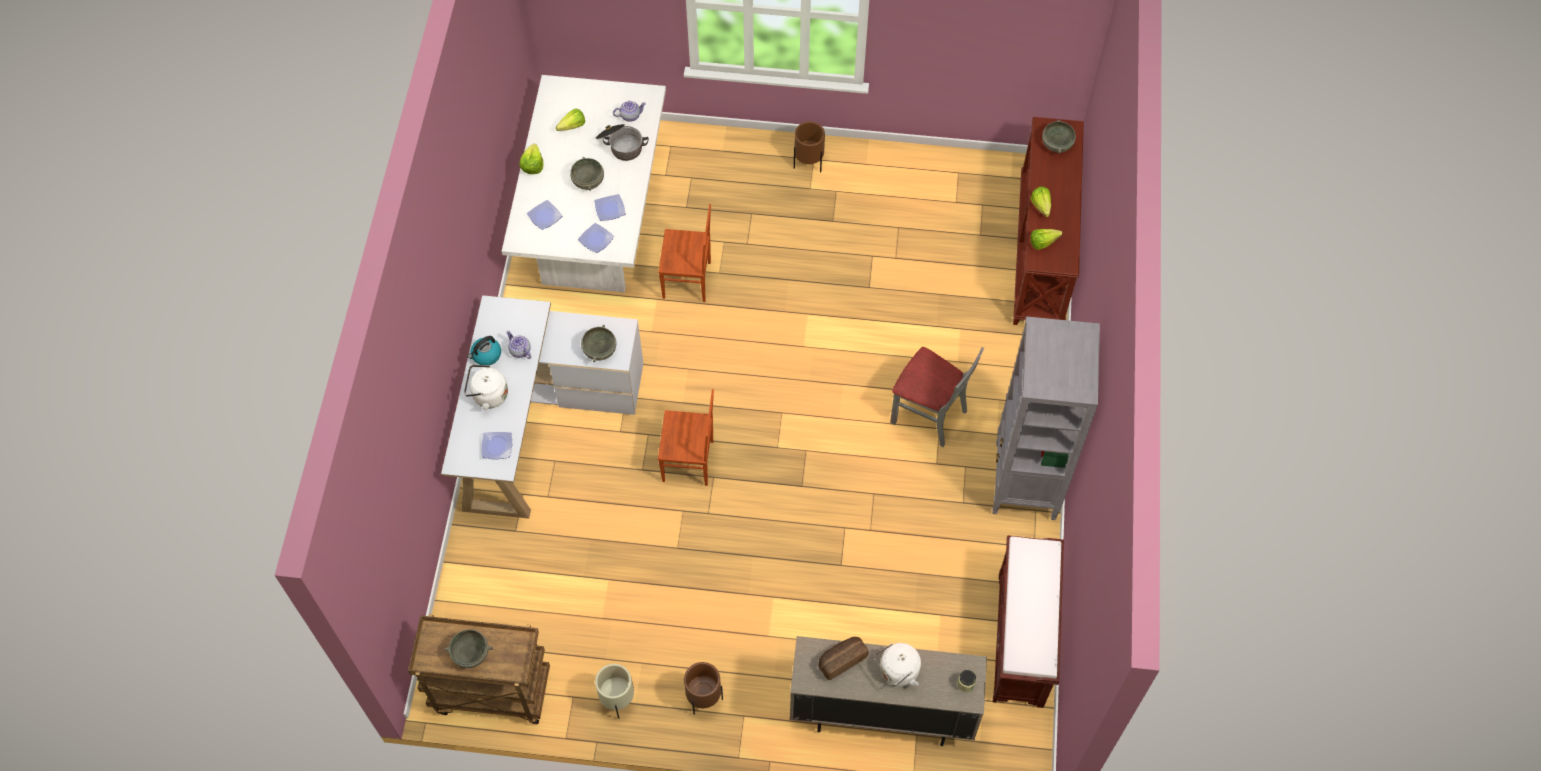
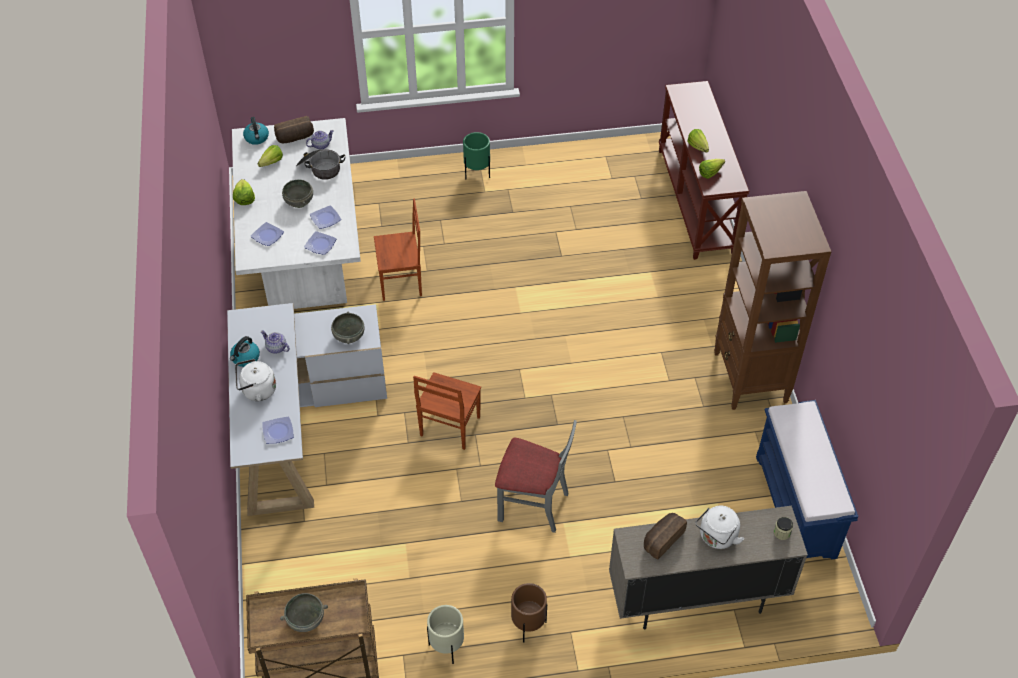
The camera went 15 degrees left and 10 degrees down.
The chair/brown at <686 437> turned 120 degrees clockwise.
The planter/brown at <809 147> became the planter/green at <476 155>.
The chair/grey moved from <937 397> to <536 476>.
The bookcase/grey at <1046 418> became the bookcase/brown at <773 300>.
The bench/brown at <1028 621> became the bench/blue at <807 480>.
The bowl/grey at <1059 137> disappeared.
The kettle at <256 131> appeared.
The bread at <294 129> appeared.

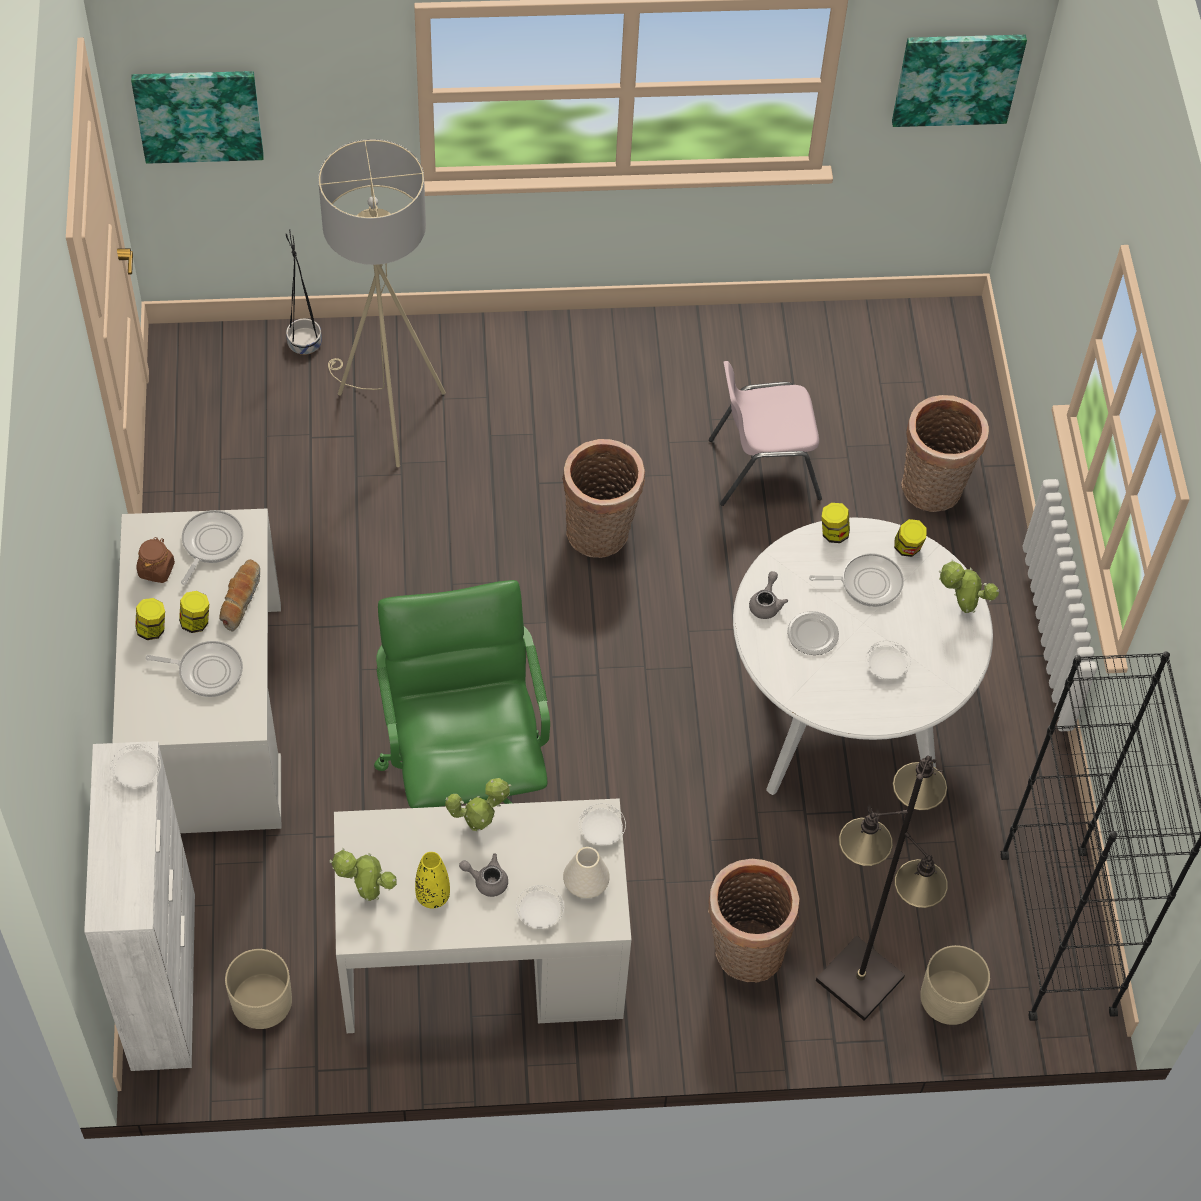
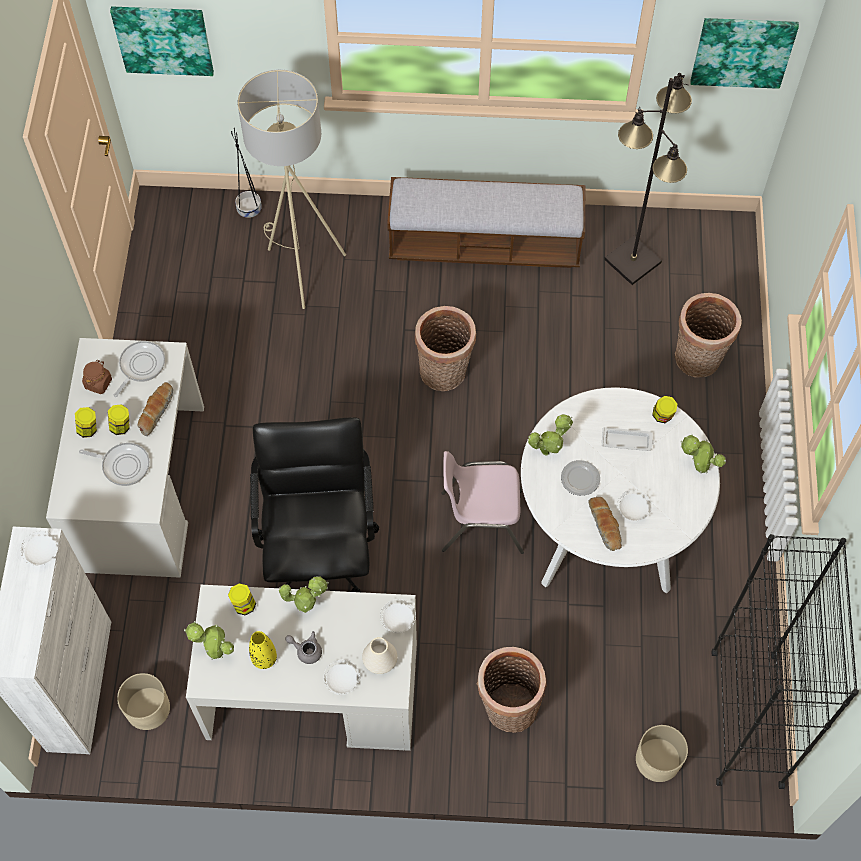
The camera went 10 degrees right and 5 degrees up.
The office chair/green at <462 694> became the office chair/black at <314 504>.
The chair/pink moved from <765 433> to <483 502>.
The teapot/grey at <768 595> was replaced by the potted plant at <550 435>.
The frying pan at <856 580> was replaced by the tray/white at <628 439>.
The floor lamp/black moved from <882 888> to <648 179>.
The jar moved from <836 523> to <242 599>.
The bench at <486 222> appeared.
The bread at <605 523> appeared.

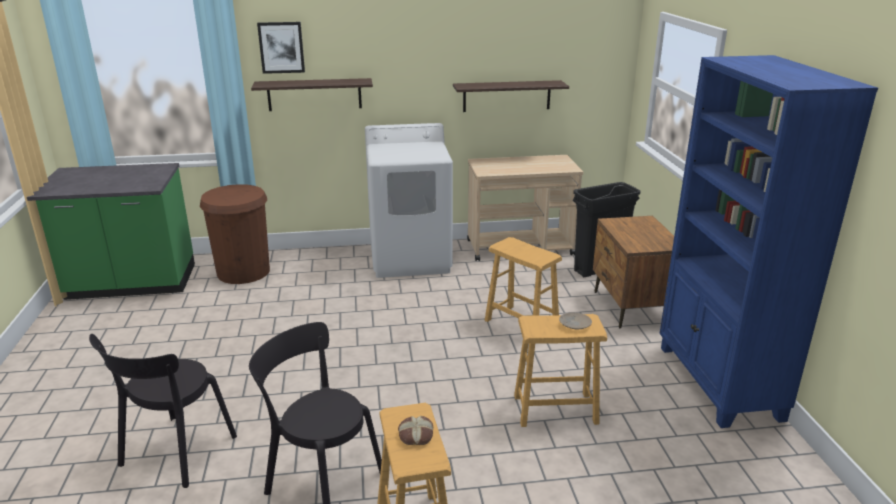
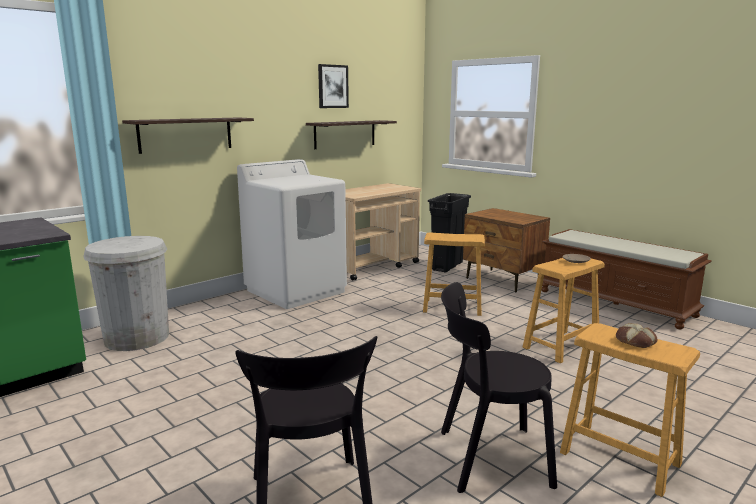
The camera went 35 degrees left and 10 degrees down.
The trash can/brown at <235 234> became the trash can/white at <126 293>.
The picture moved from <281 48> to <333 86>.
The bookcase/blue at <769 241> was replaced by the bench/brown at <627 279>.

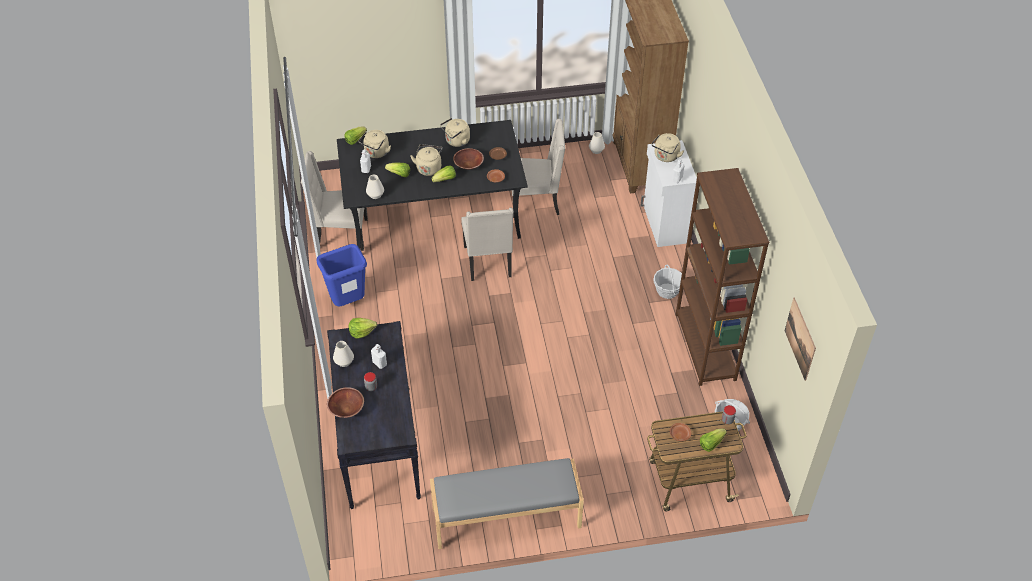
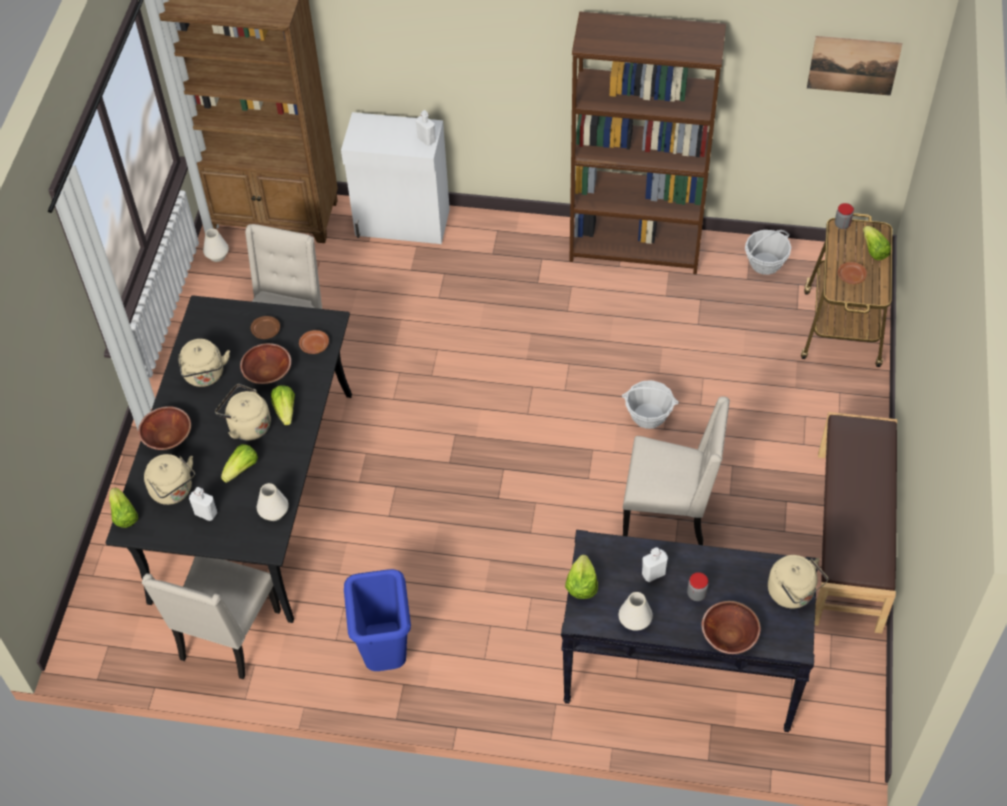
The camera went 70 degrees left and 5 degrees up.
The bench/grey at <507 503> became the bench/brown at <856 522>.
The chair/beige moved from <487 244> to <676 470>.
The kettle/beige moved from <668 147> to <798 582>.
The basket moved from <667 281> to <650 404>.
The bowl/brown at <164 428> appeared.

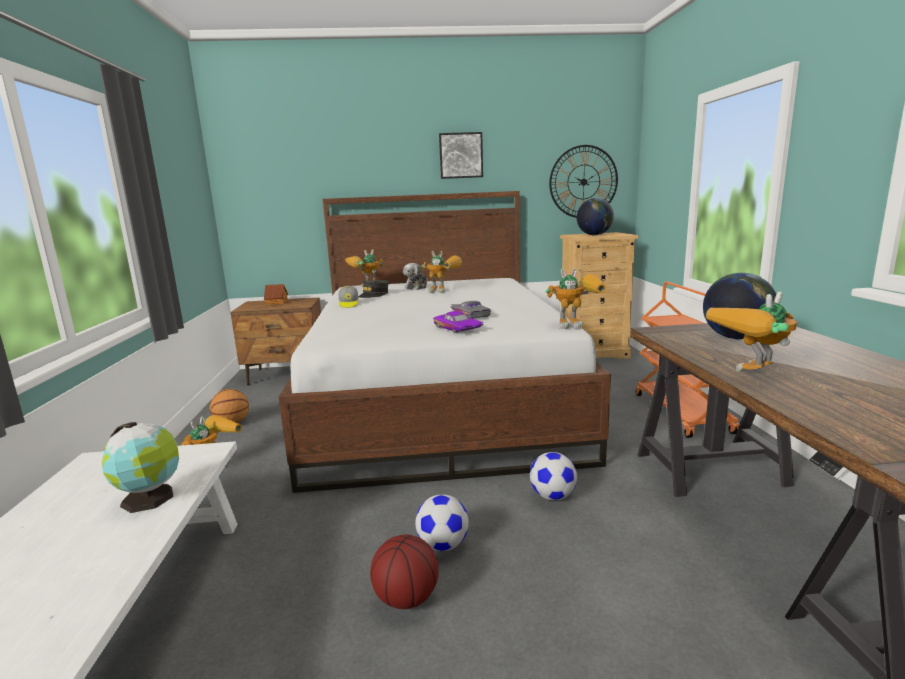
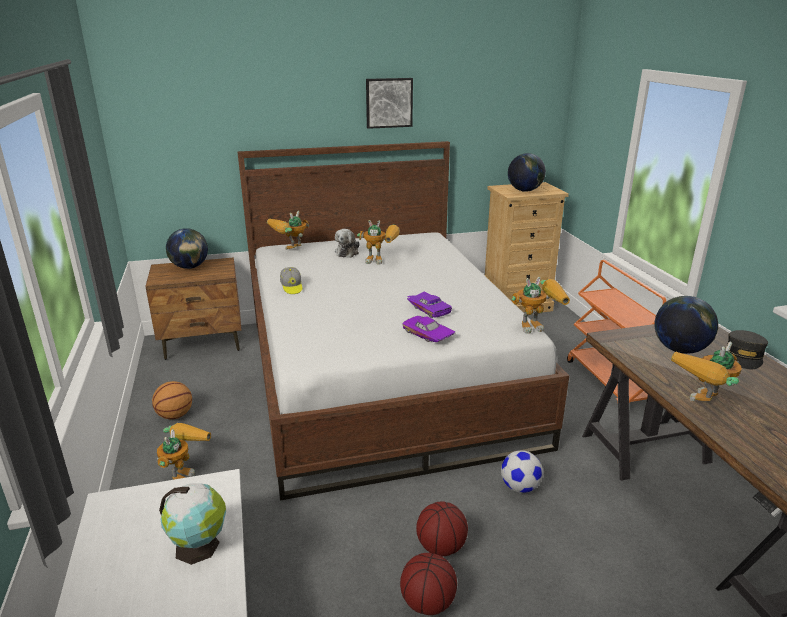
The camera went 10 degrees left and 10 degrees up.
The toy house at <276 294> was replaced by the globe at <187 248>.
The cap/grey moved from <374 289> to <748 349>.
The football at <442 523> was replaced by the basketball at <442 528>.
The toy car/grey at <470 310> became the toy car/purple at <429 305>.
The wall clock at <583 181> disappeared.

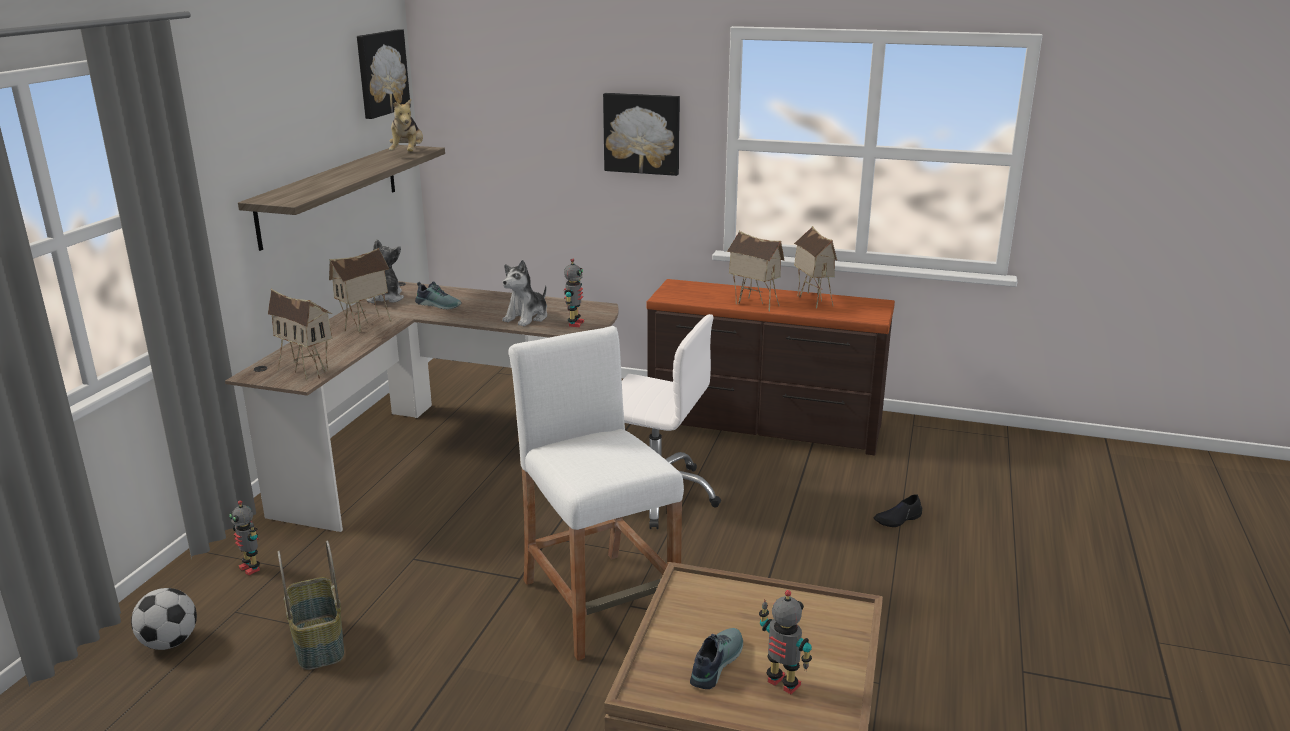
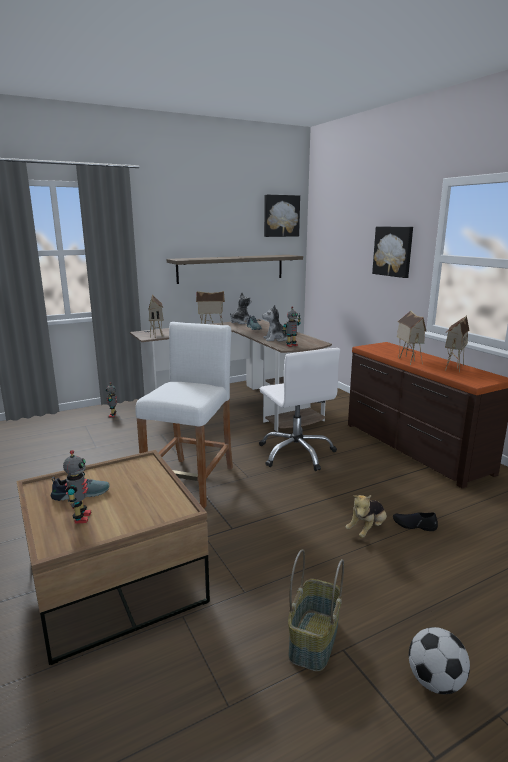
The camera went 45 degrees right and 5 degrees down.
The football moved from <164 619> to <439 660>.
The basket moved from <310 605> to <316 610>.
The plush toy moved from <406 125> to <366 516>.

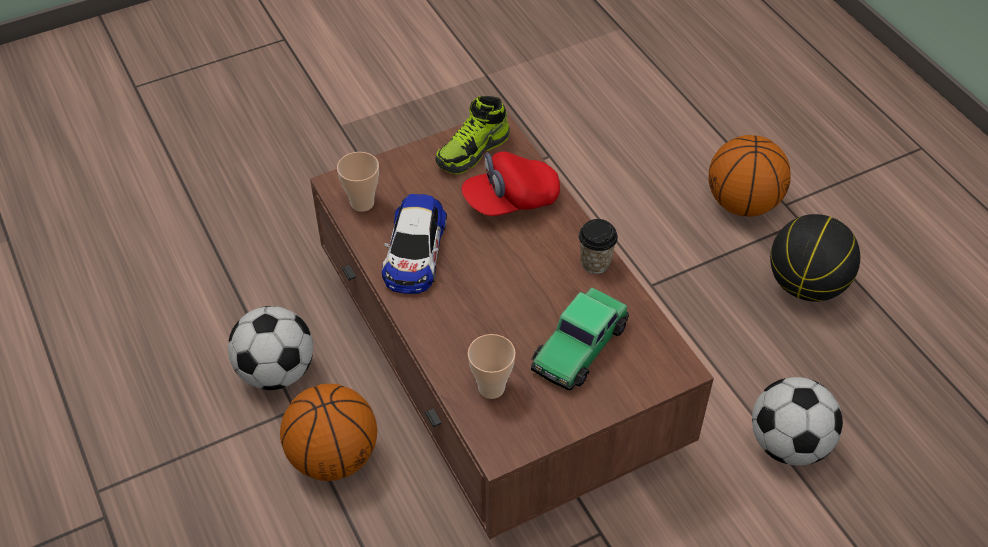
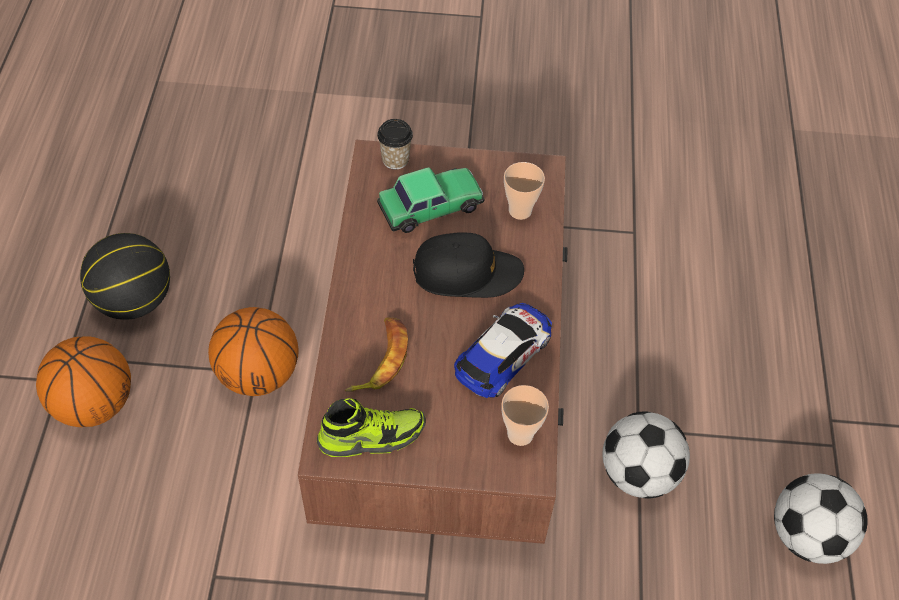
The camera went 150 degrees left and 5 degrees up.
The basketball moved from <328 432> to <253 351>.
The cap/red at <510 183> was replaced by the banana at <376 354>.
The cup moved from <598 246> to <395 144>.
The football moved from <797 421> to <821 518>.
The cap/black at <468 265> appeared.

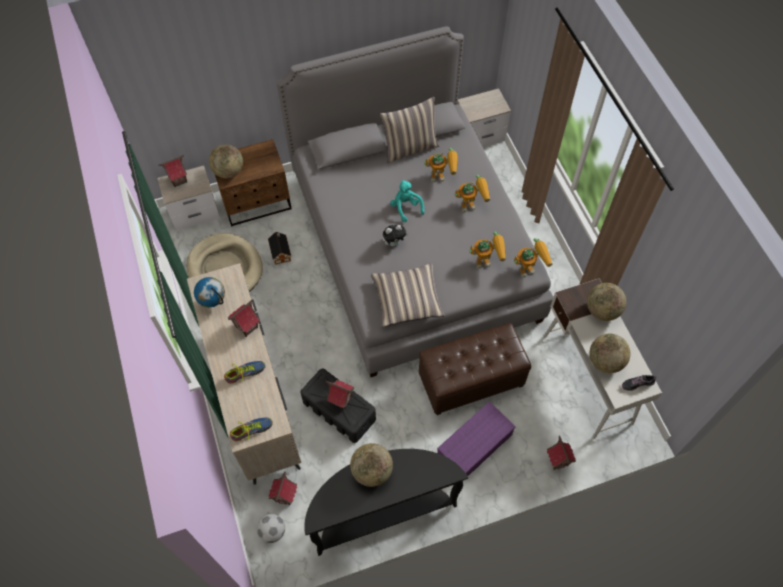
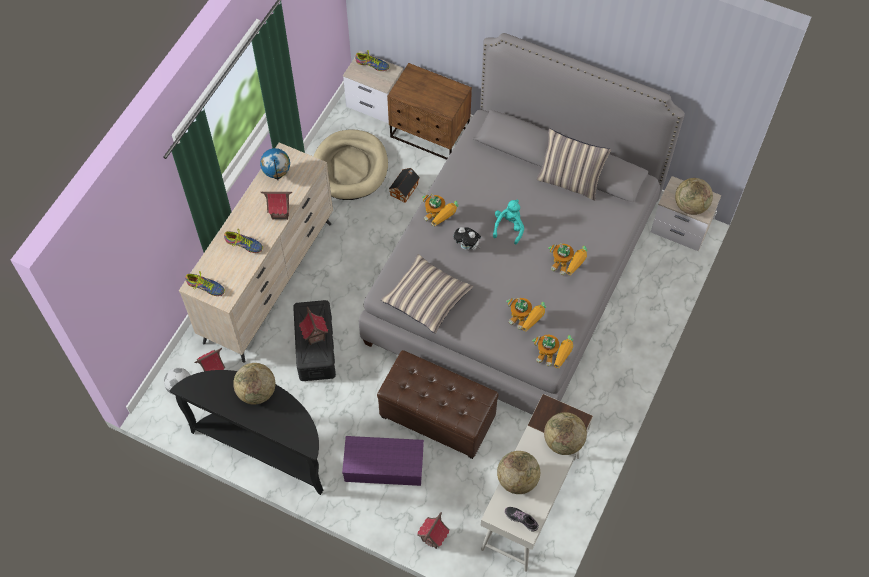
The camera went 45 degrees right and 0 degrees up.
The toy house at <173 171> was replaced by the shoe at <372 60>.
The globe moved from <226 161> to <694 196>.
The toy robot moved from <441 165> to <440 210>.

